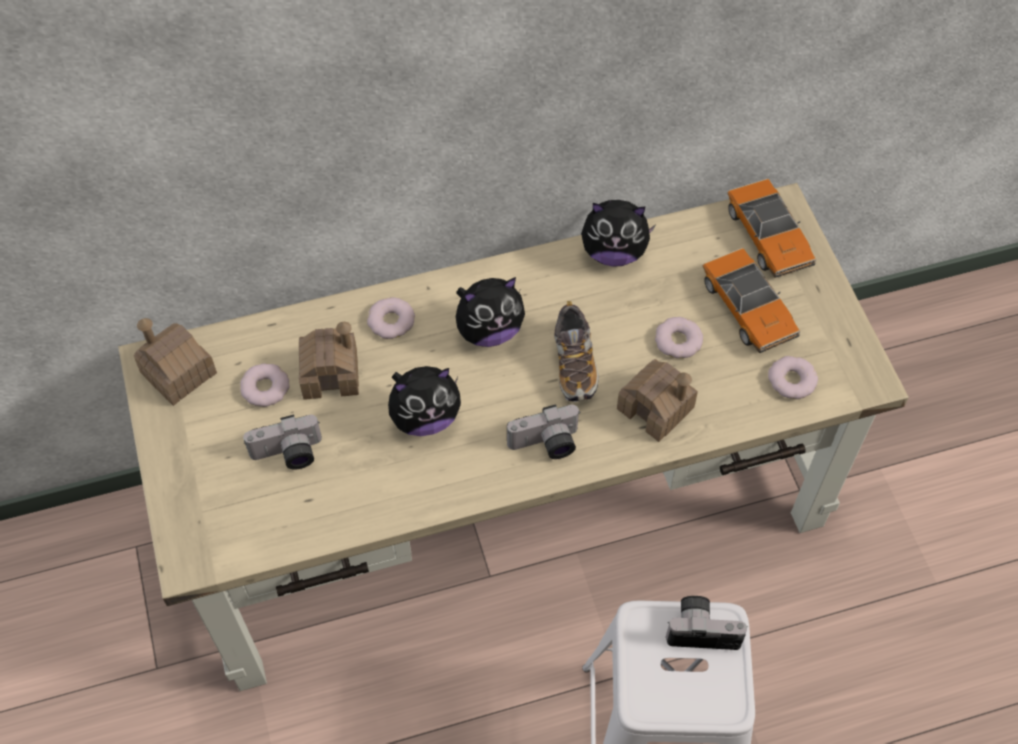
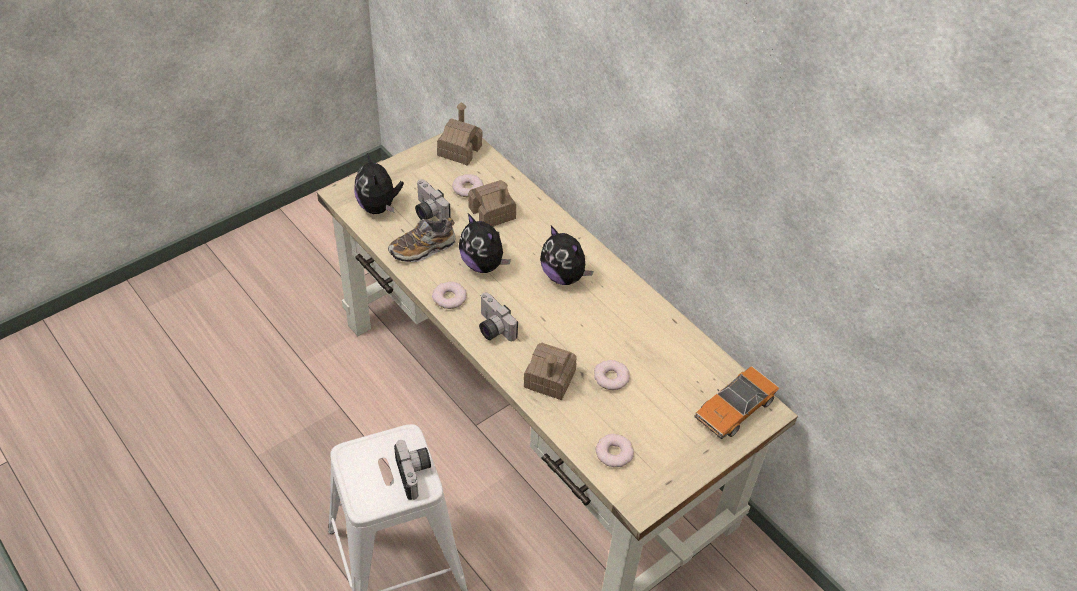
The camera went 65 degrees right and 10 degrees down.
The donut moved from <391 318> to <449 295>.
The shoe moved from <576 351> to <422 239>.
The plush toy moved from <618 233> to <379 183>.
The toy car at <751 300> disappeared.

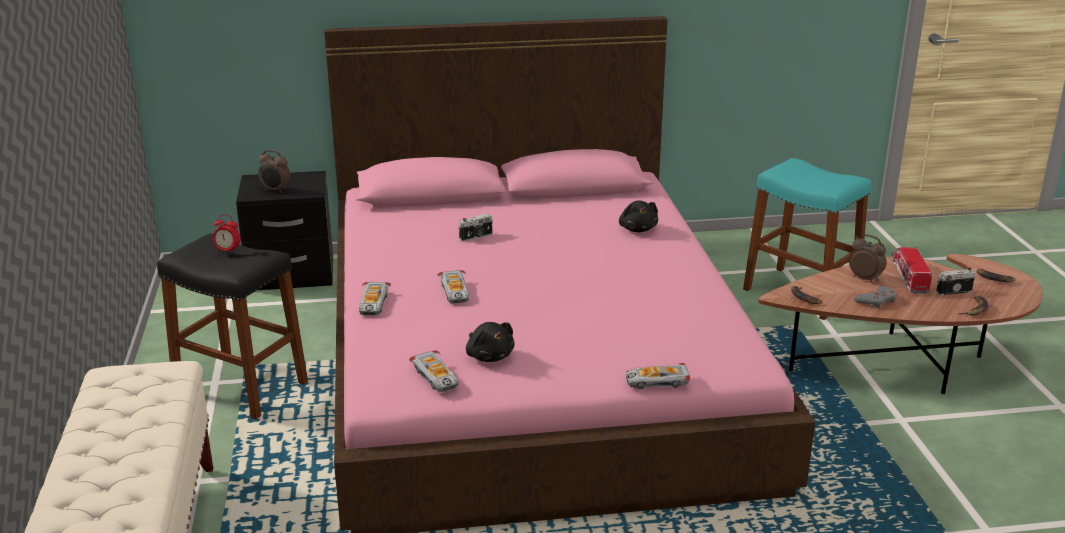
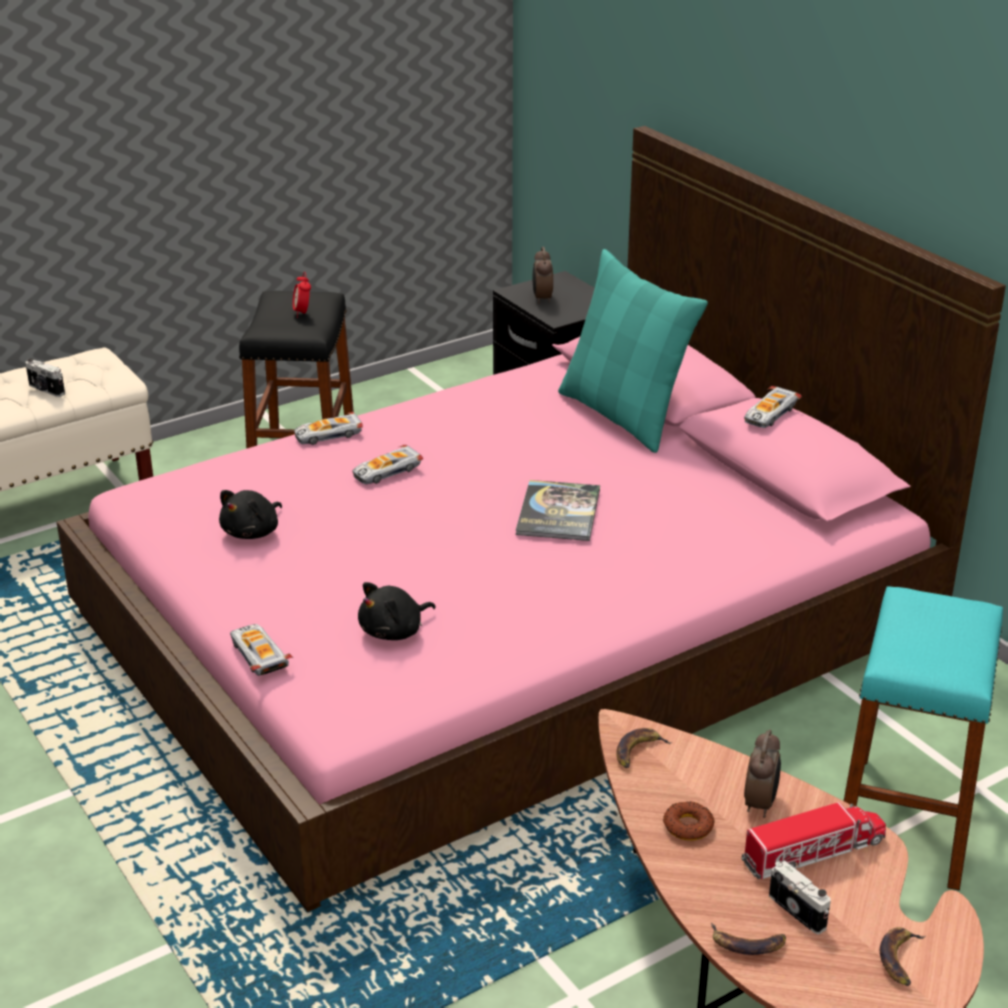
The camera went 65 degrees right and 5 degrees up.
The toy car moved from <434 371> to <773 407>.
The photo camera moved from <475 227> to <45 377>.
The plush toy/black moved from <638 216> to <397 611>.
The game controller/grey at <875 297> was replaced by the donut at <688 821>.
The book at <557 510> appeared.
The pillow/turquoise at <633 351> appeared.

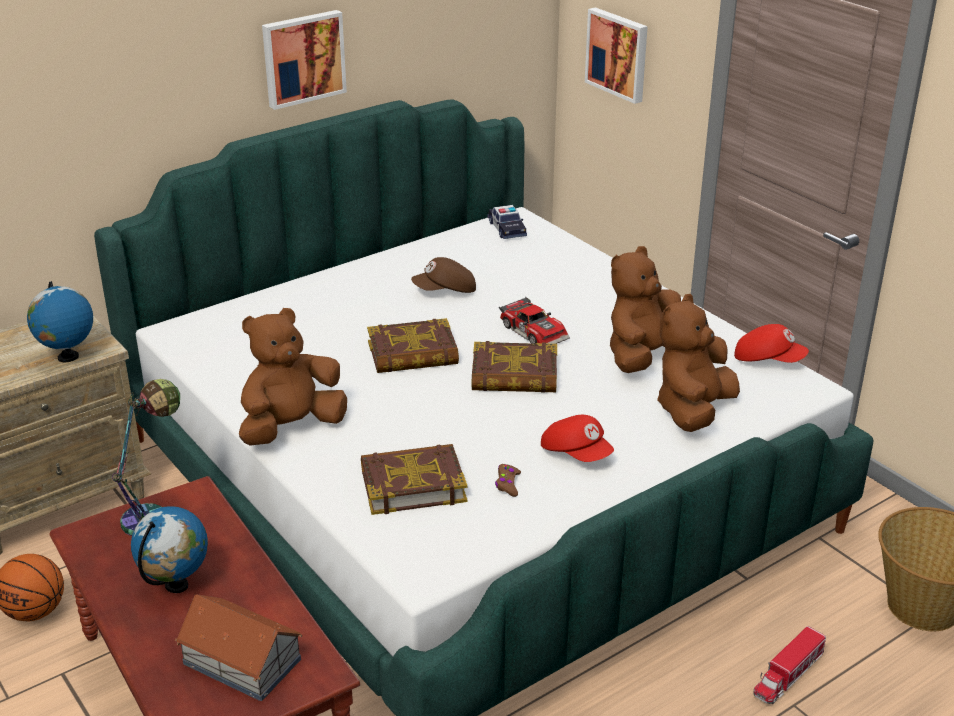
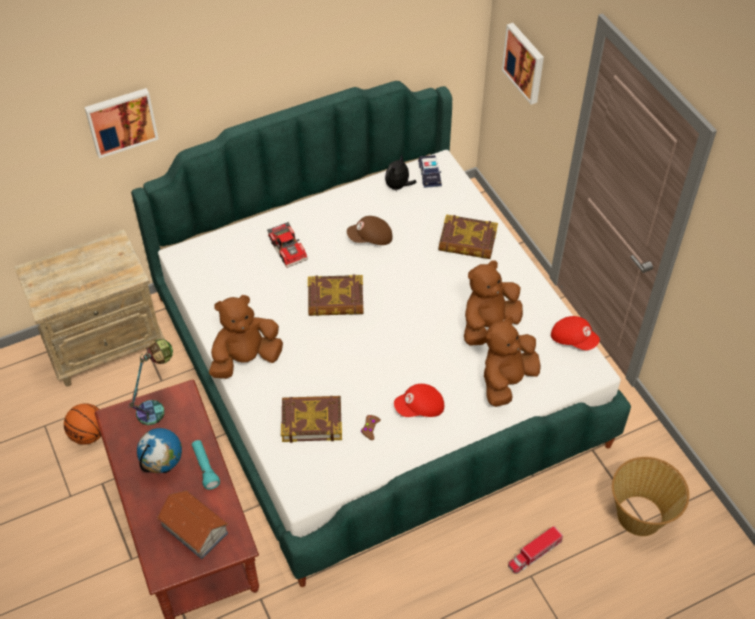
The camera went 10 degrees right and 20 degrees up.
The globe at <60 321> disappeared.
The picture moved from <304 60> to <121 123>.
The book moved from <514 367> to <468 236>.
The toy car moved from <534 320> to <287 245>.
The cap/red at <577 438> turned 105 degrees clockwise.
The flashlight/turquoise at <206 465> appeared.
The plush toy at <401 173> appeared.

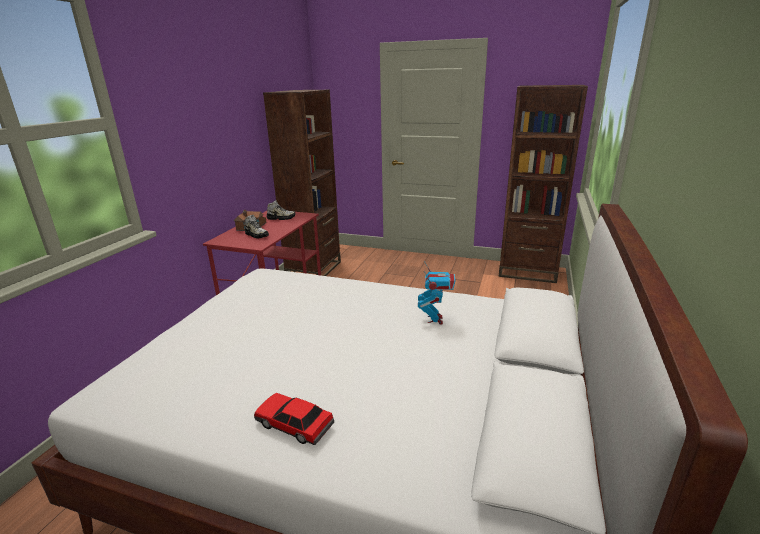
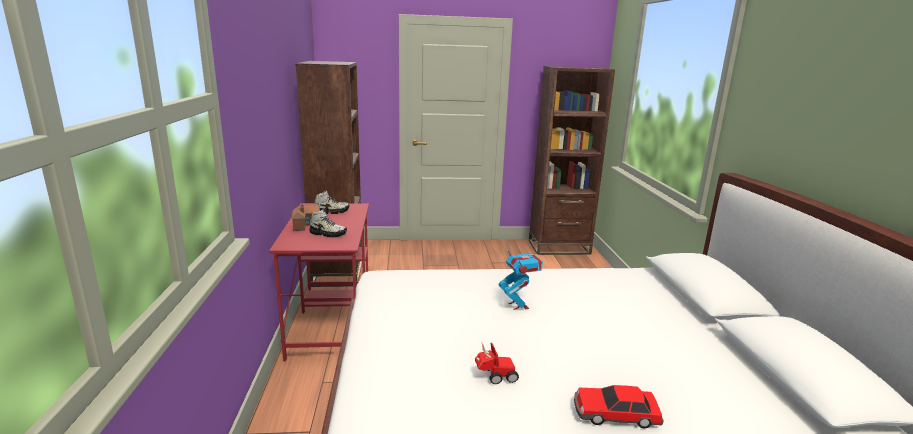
The camera went 25 degrees left and 5 degrees down.
The toy robot moved from <437 292> to <521 277>.
The toy car at <497 363> appeared.

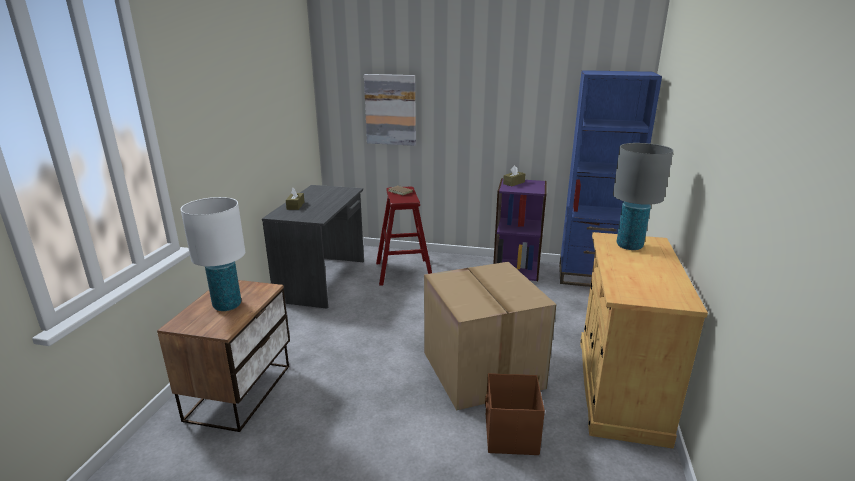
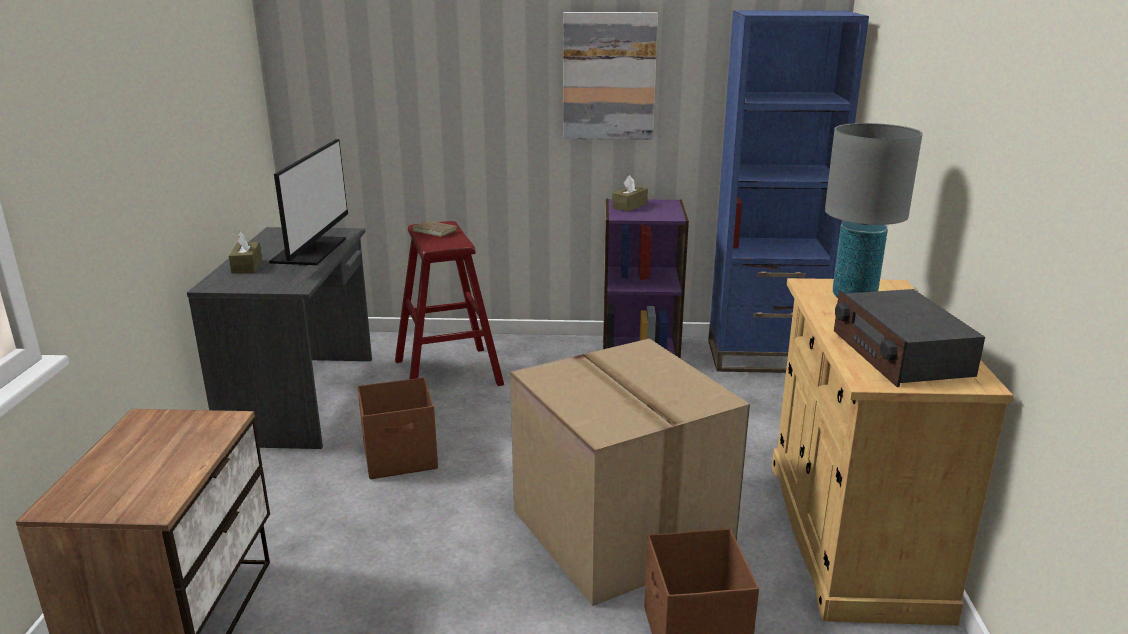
The camera went 10 degrees left and 0 degrees up.
The table lamp/white at <213 254> disappeared.
The picture moved from <390 110> to <610 76>.
The monitor at <308 202> appeared.
The storage box/brown at <398 428> appeared.
The radio at <909 338> appeared.

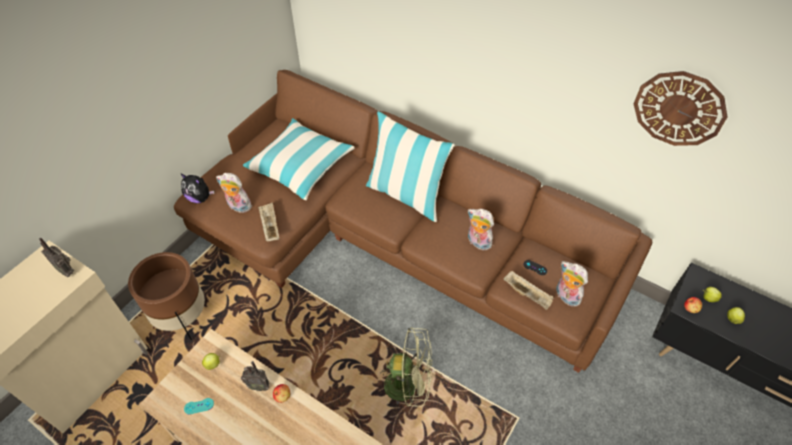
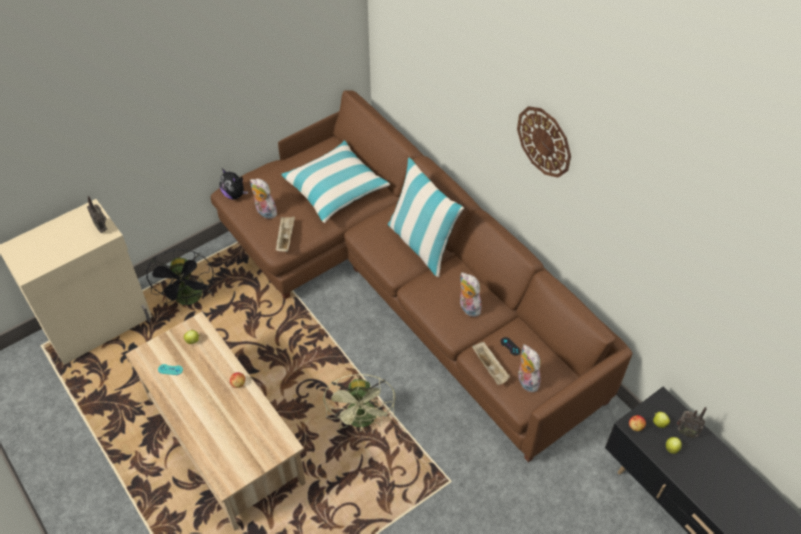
The camera went 20 degrees right and 0 degrees up.
The planter/brown at <166 296> was replaced by the fan/black at <180 277>.
The radio moved from <255 376> to <692 422>.
The fan/green at <406 367> turned 60 degrees clockwise.
The wall clock moved from <680 108> to <544 142>.

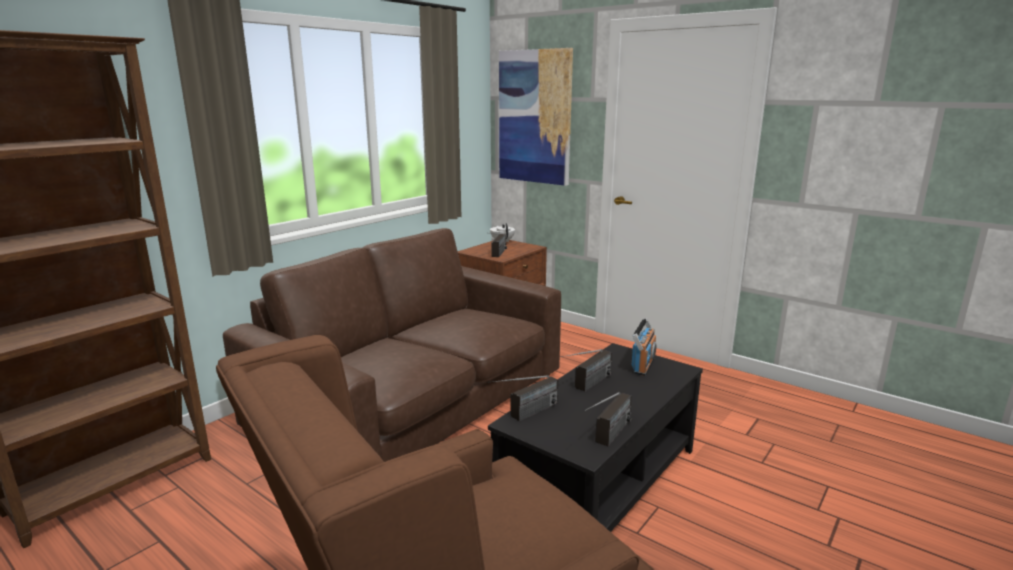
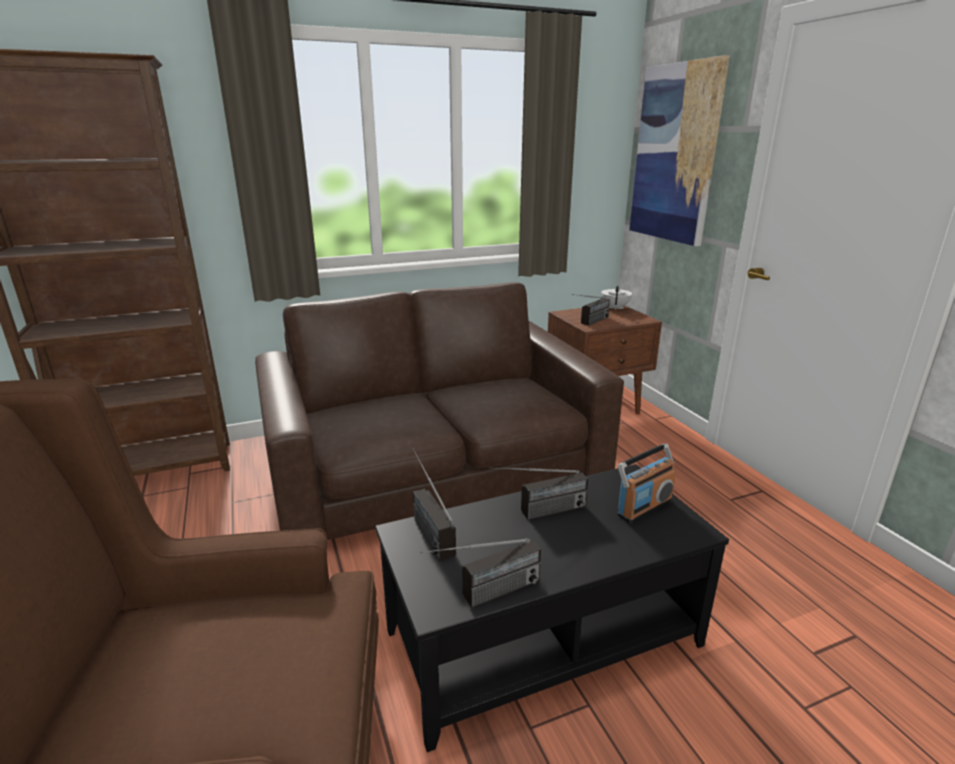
The camera went 30 degrees right and 5 degrees up.
The radio at <523 398> turned 75 degrees clockwise.

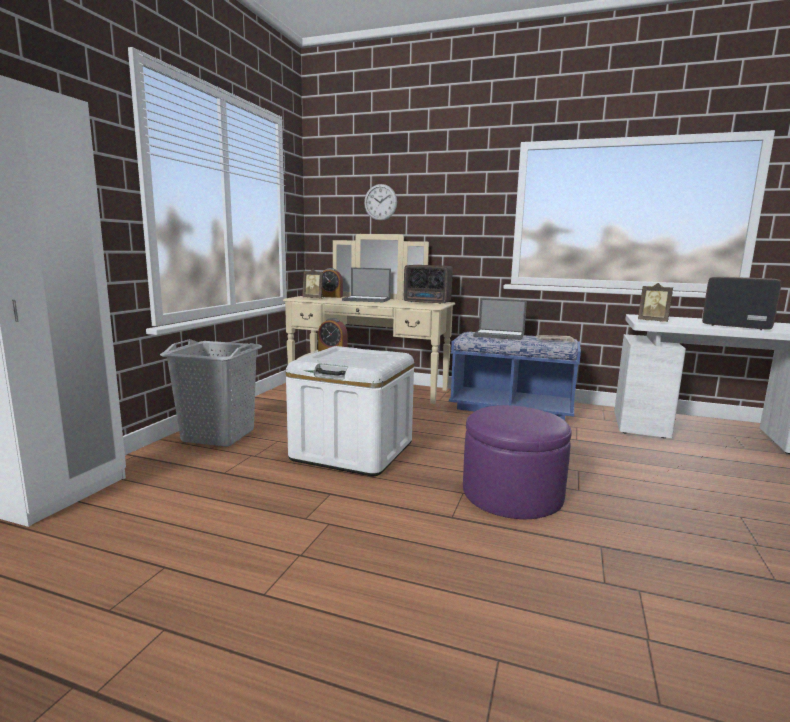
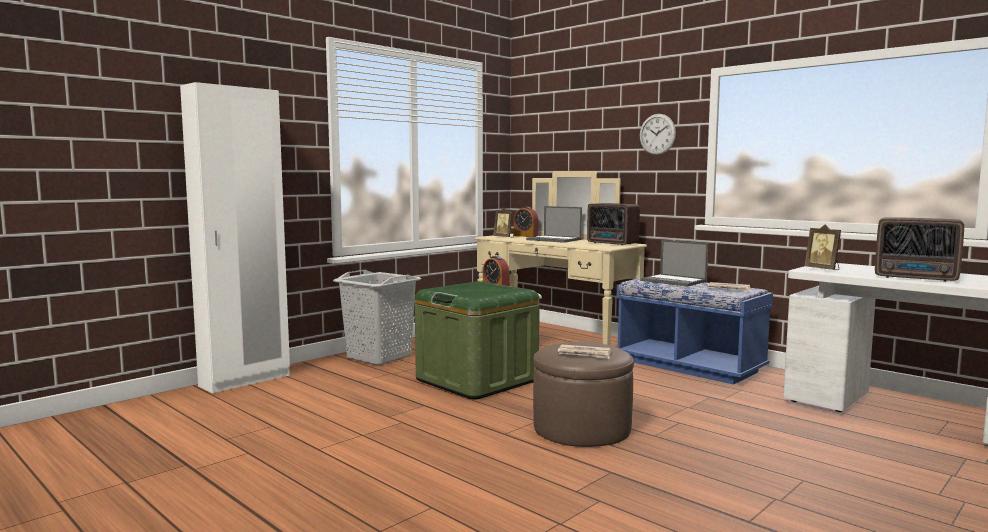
The camera went 25 degrees right and 5 degrees down.
The storage box/white at <350 411> became the storage box/green at <477 340>.
The wall clock moved from <380 202> to <658 134>.
The ottoman/purple at <517 462> became the ottoman/brown at <583 394>.
The radio at <741 303> turned 150 degrees clockwise.
The newspaper at <584 351> appeared.

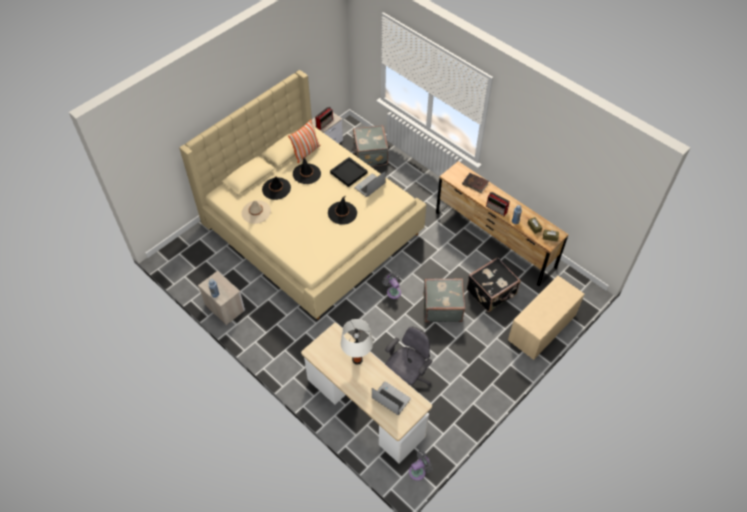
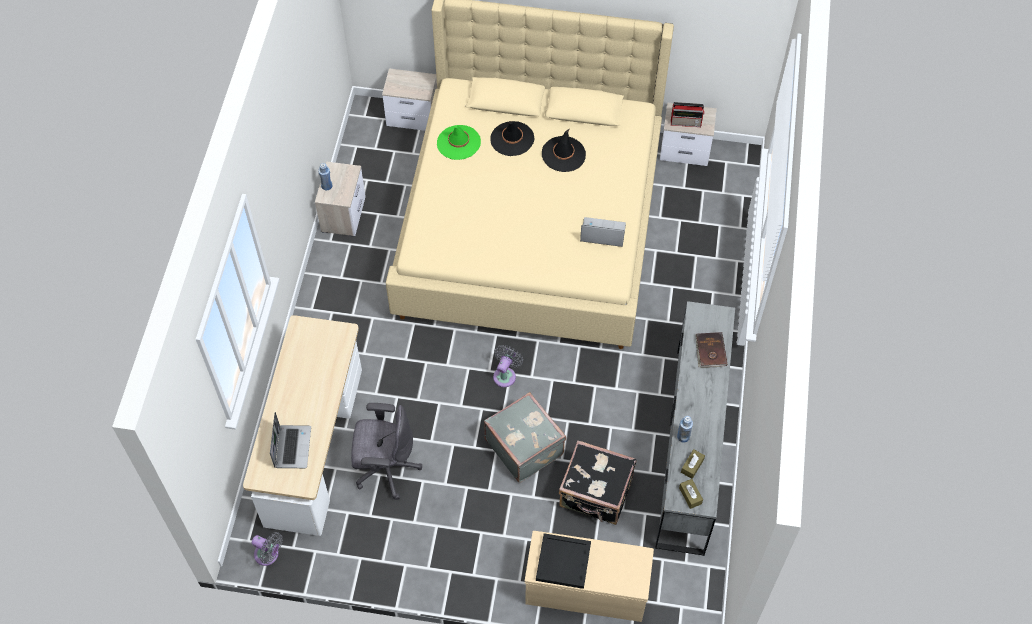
The camera went 55 degrees right and 5 degrees up.
The hat/beige at <256 212> became the hat/green at <459 142>.
The pillow at <304 141> disappeared.
The hat/black at <342 210> disappeared.
The tray/black moved from <349 172> to <563 561>.
The table lamp/white at <357 342> disappeared.
The suitcase/grey at <370 146> disappeared.
The dresser/brown at <502 224> became the dresser/grey at <695 428>.
The radio at <498 204> disappeared.
The nightstand at <409 99> appeared.

